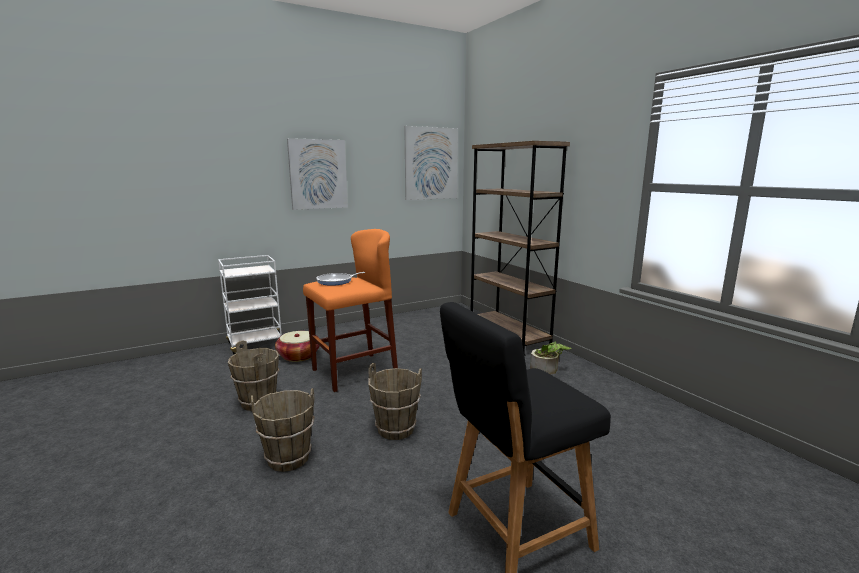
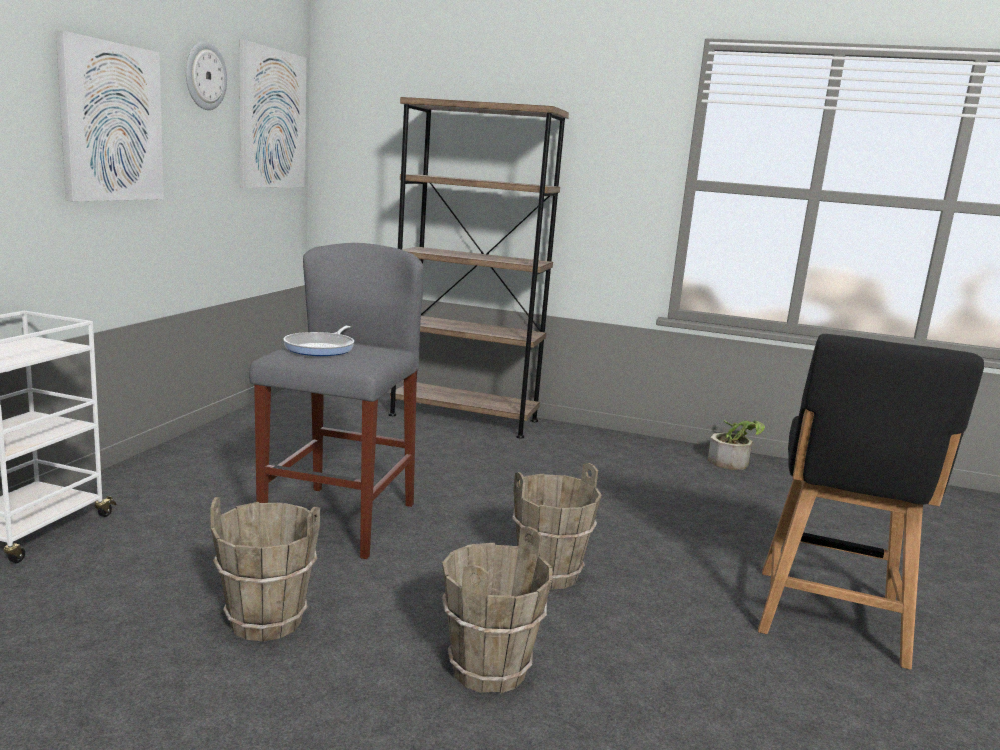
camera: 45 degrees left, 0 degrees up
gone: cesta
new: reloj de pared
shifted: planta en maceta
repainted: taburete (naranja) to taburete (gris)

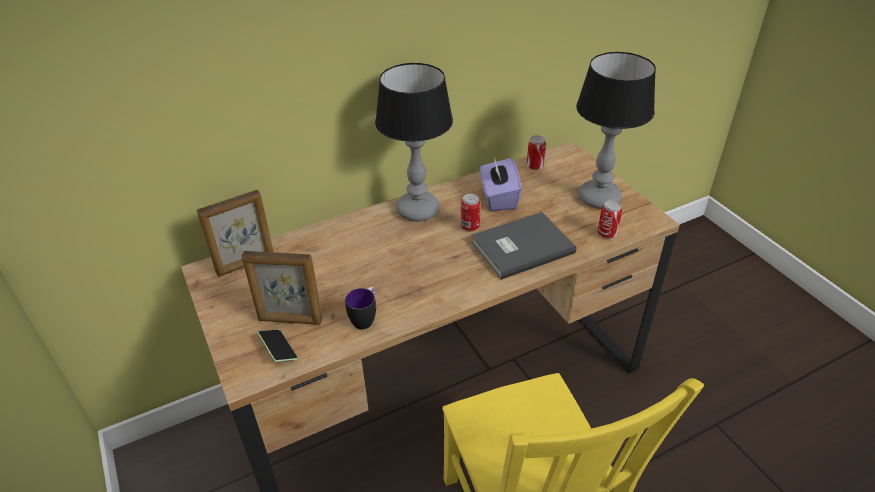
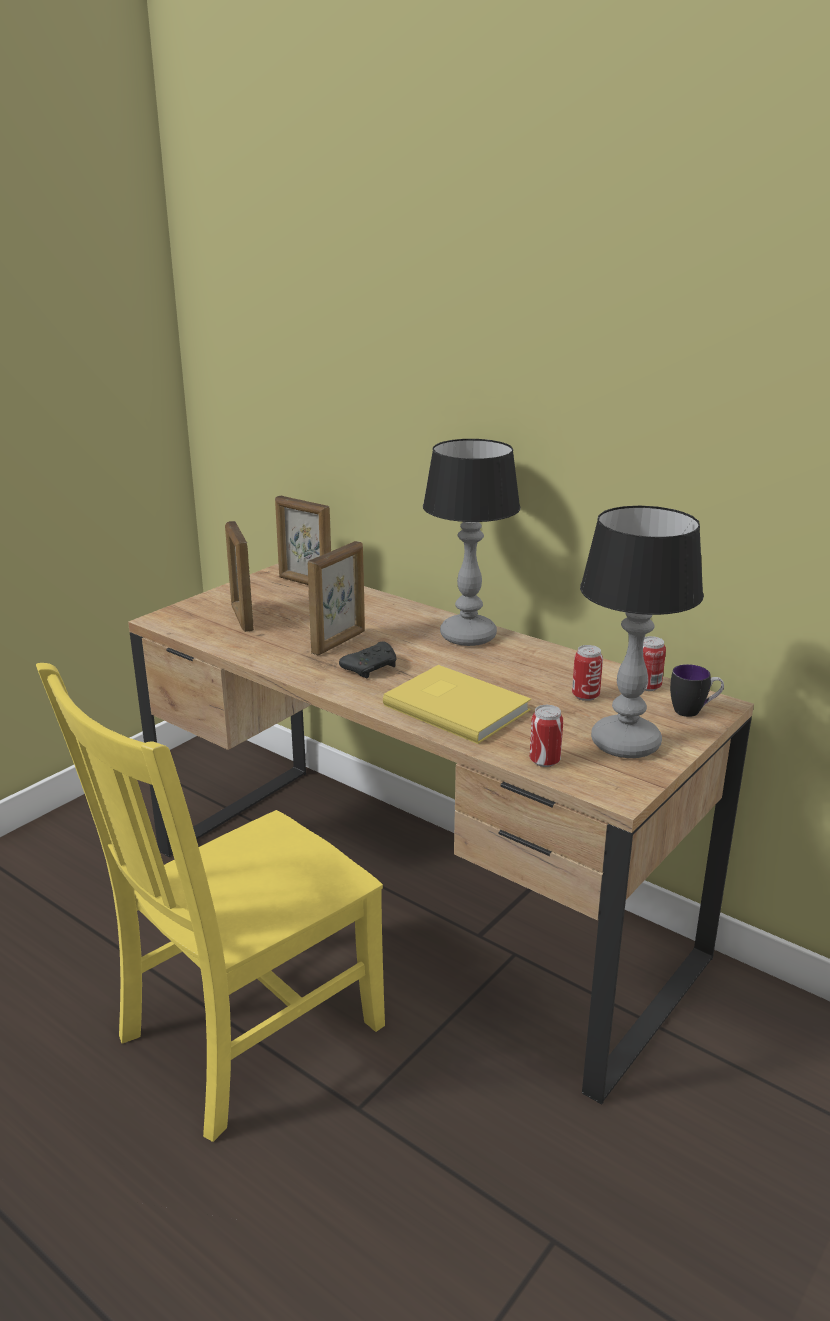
camera: 65 degrees right, 15 degrees down
gone: caja de pañuelos (morado); móvil
new: portarretratos (no. 3 from left); mando de consola (negro)
shifted: lata (no. 1 from left in the first image) to lata (no. 2 from left); taza grande
repainted: libro (gris) to libro (amarillo)

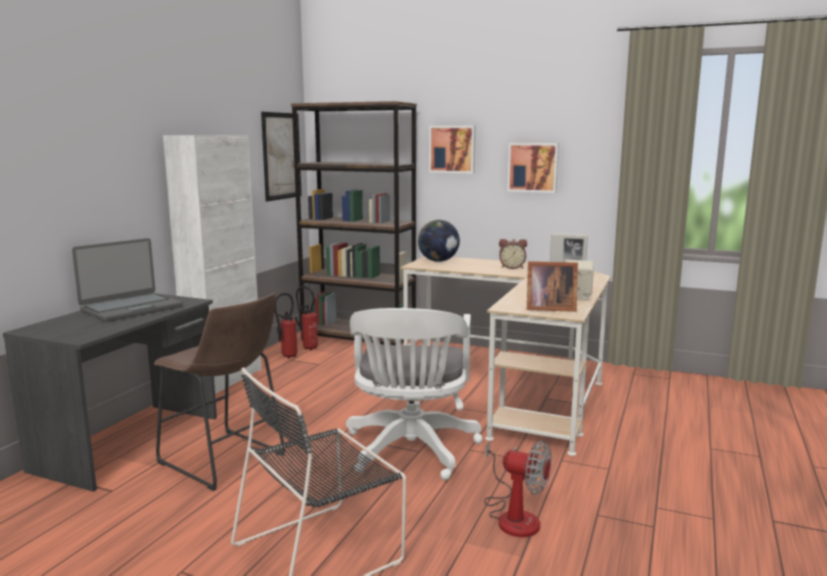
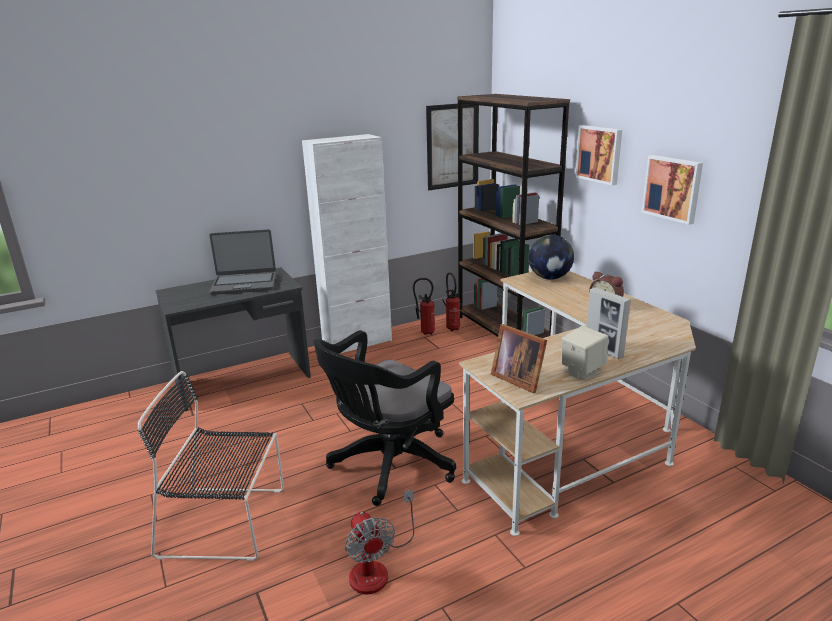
camera: 40 degrees right, 10 degrees up
gone: taburete (marrón)
repainted: silla de oficina (blanco) to silla de oficina (negro)

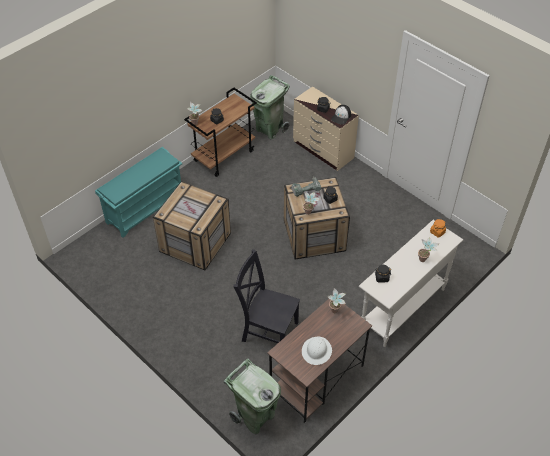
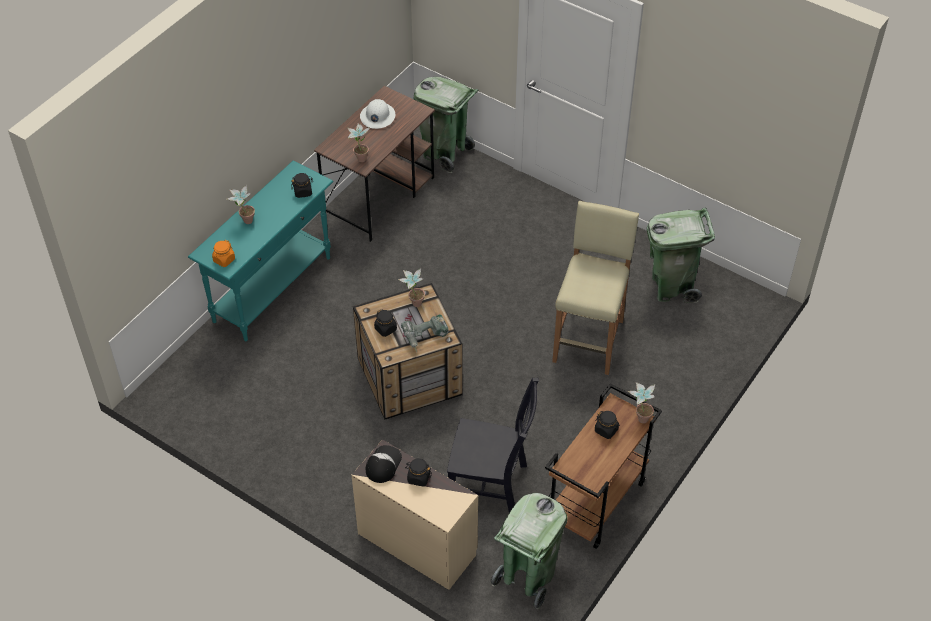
camera: 170 degrees right, 0 degrees up
gone: zapatero (turquesa)
new: papelera (verde) (no. 3 from left)
shifted: silla (negro)
swapped: caja de embalaje (no. 1 from left) to taburete (beis)
repainted: mesa consola (blanco) to mesa consola (turquesa)

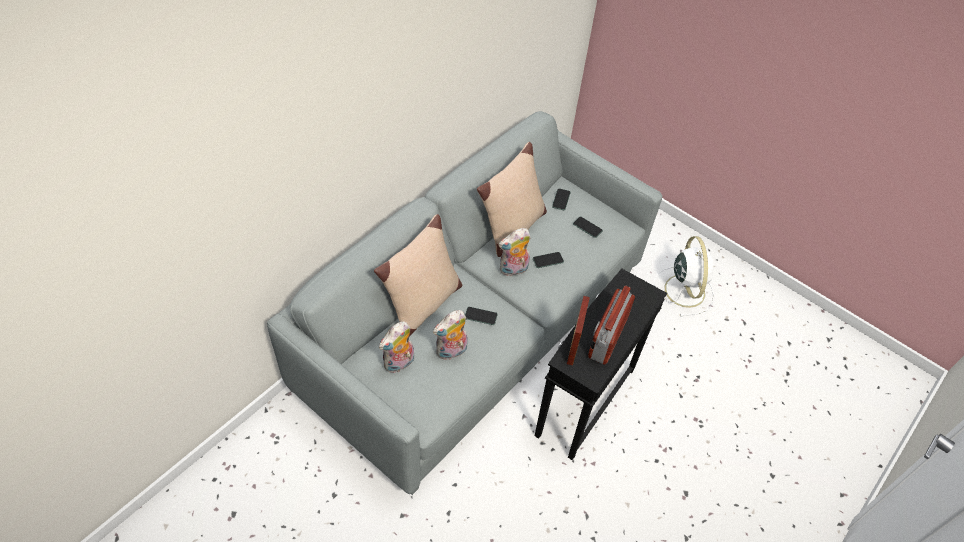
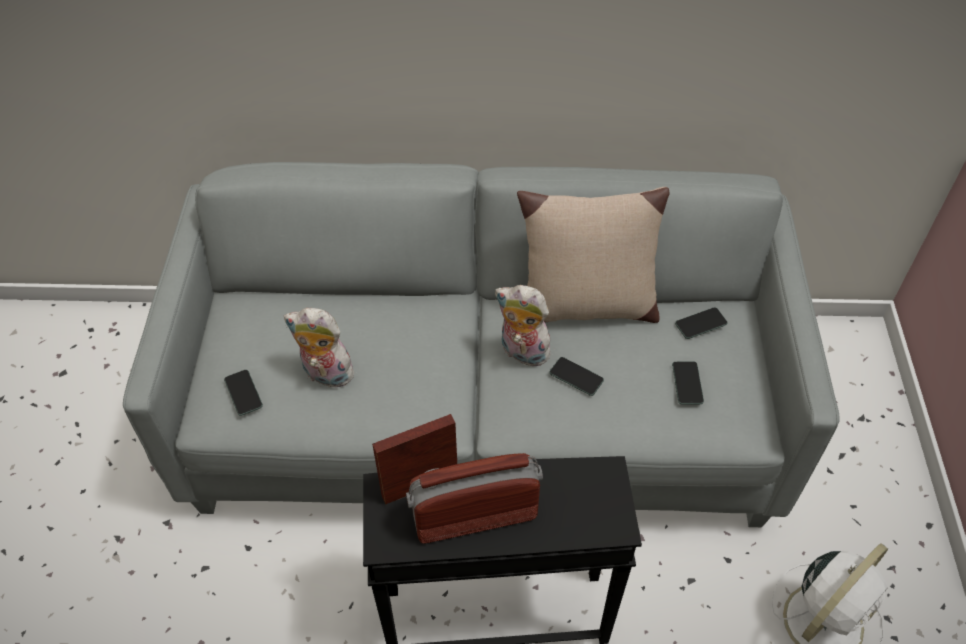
camera: 55 degrees right, 0 degrees up
gone: cojín (beis) (no. 1 from left); peluche (no. 1 from left)
shifted: móvil (no. 1 from left)

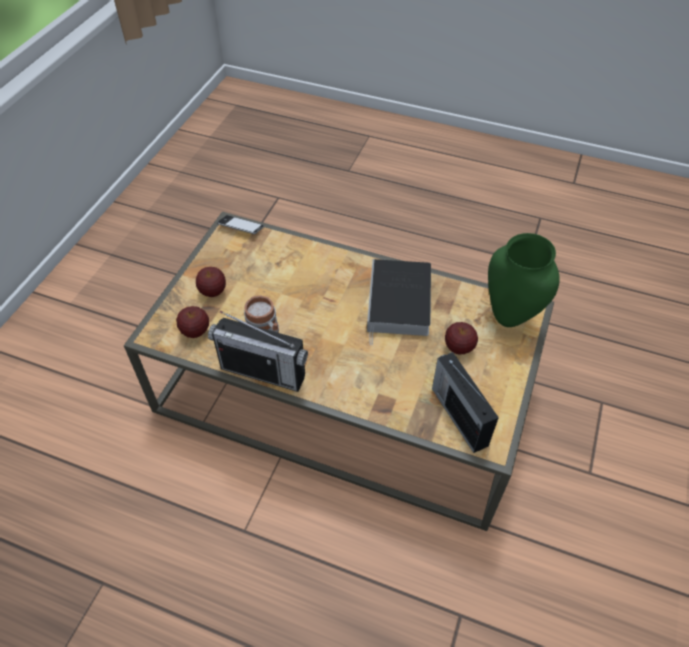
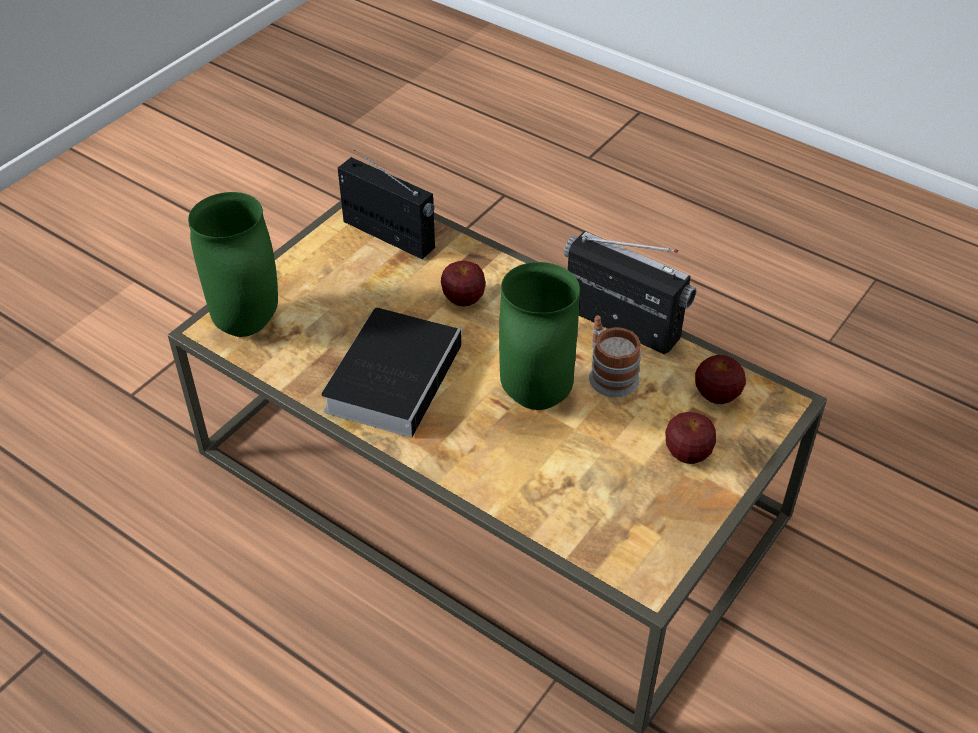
camera: 165 degrees left, 5 degrees down
gone: móvil
new: florero (verde) (no. 2 from left)
shifted: manzana (no. 3 from left in the first image) to manzana (no. 1 from left)
rotated: radio (no. 2 from left in the first image) 45 degrees counterclockwise

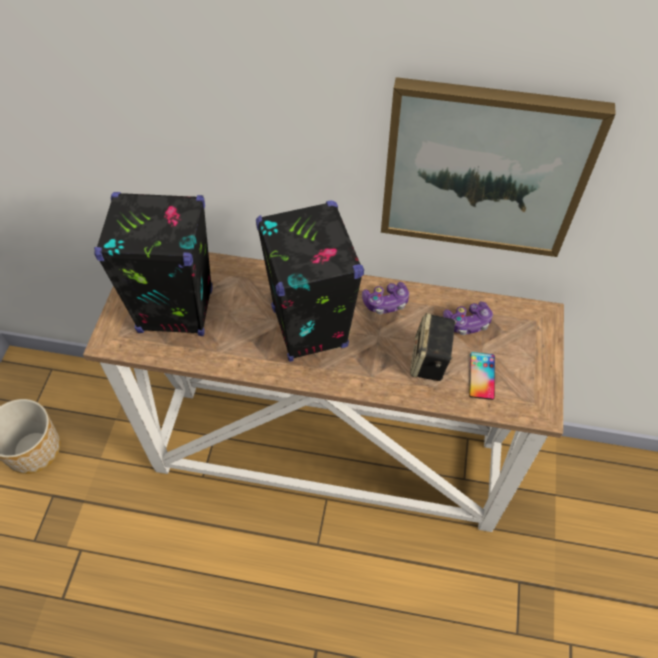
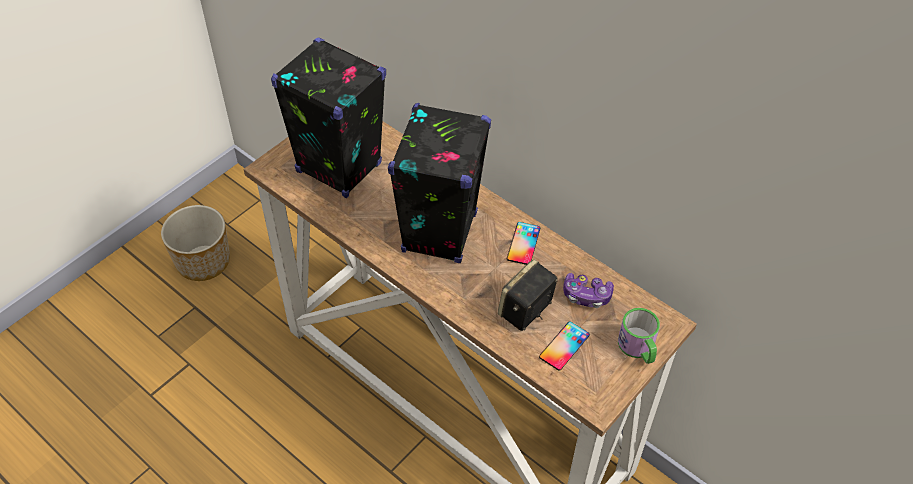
camera: 30 degrees right, 5 degrees down
gone: cuadro
new: taza grande
swapped: mando de consola (no. 1 from left) to móvil (no. 1 from left)

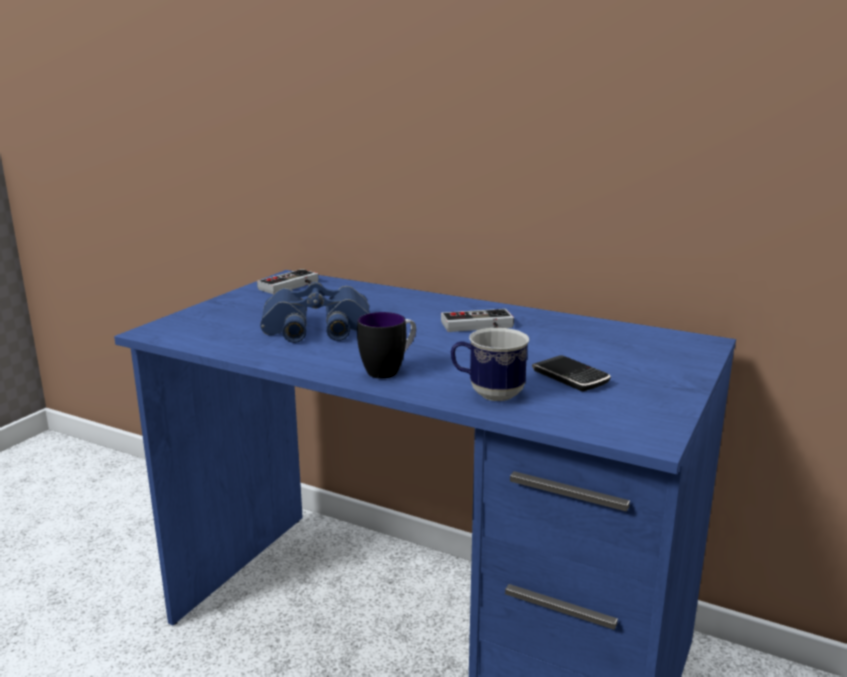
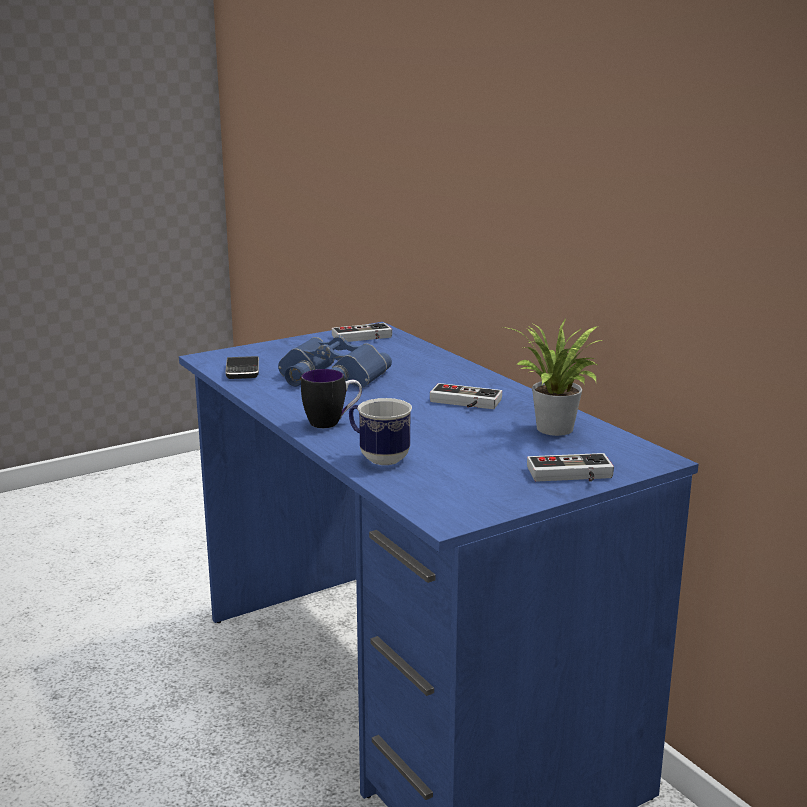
camera: 30 degrees right, 0 degrees up
new: planta en maceta; mando de consola (no. 3 from left)
shifted: móvil

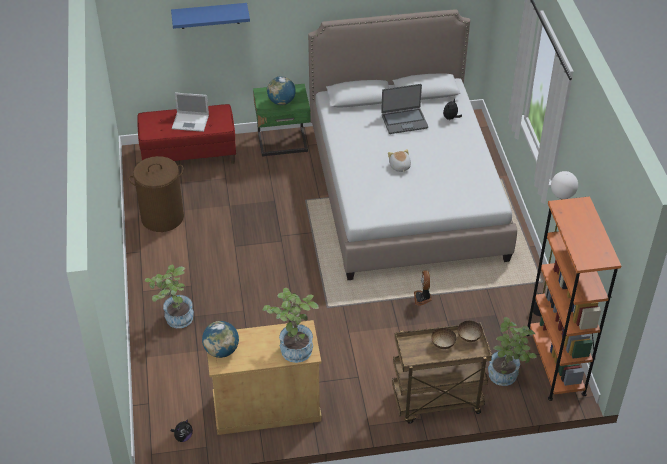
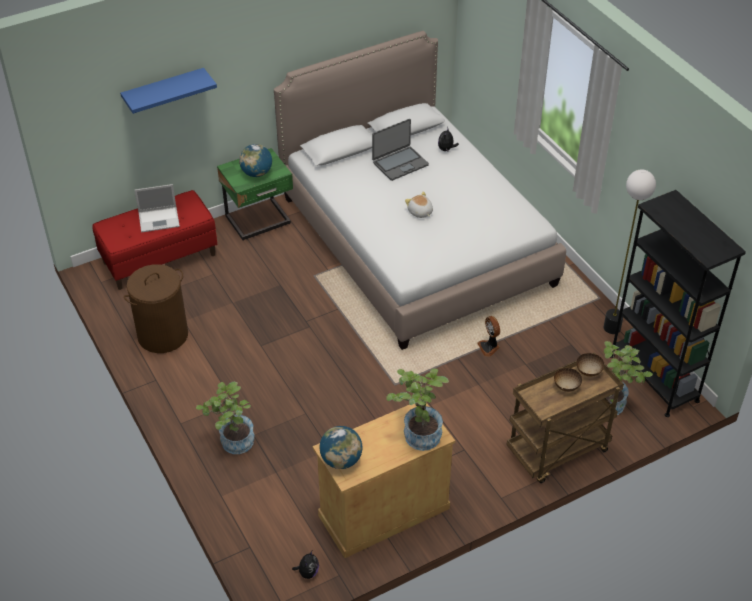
camera: 20 degrees left, 0 degrees up
repainted: estantería (naranja) to estantería (negro)

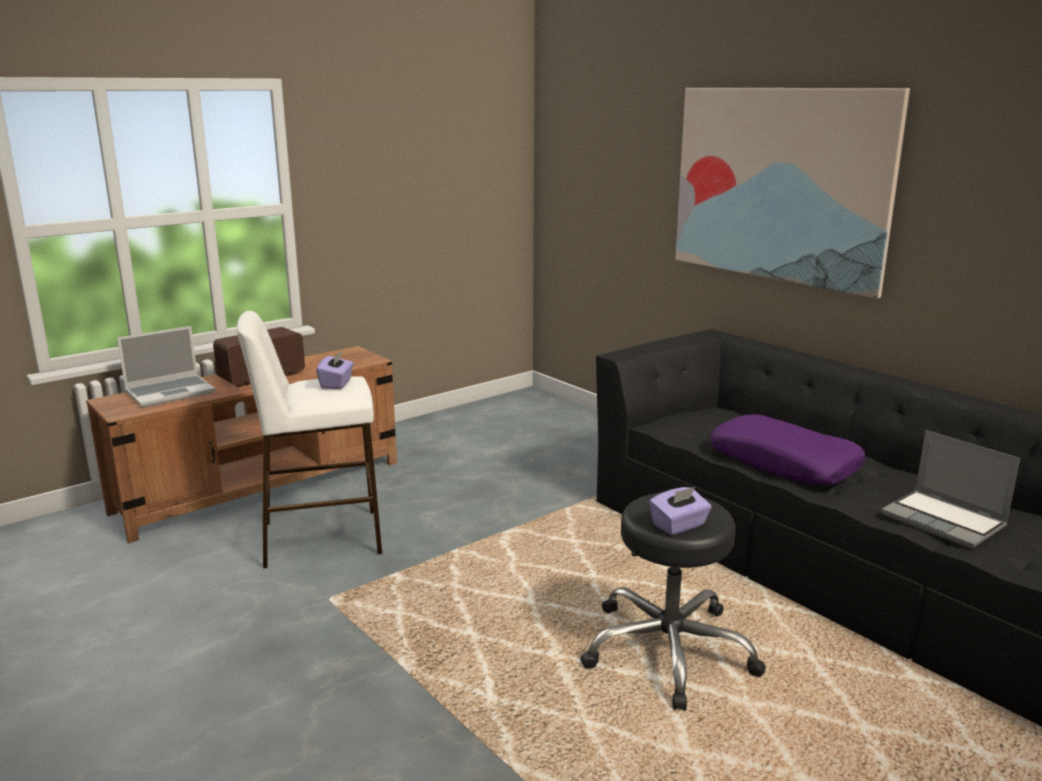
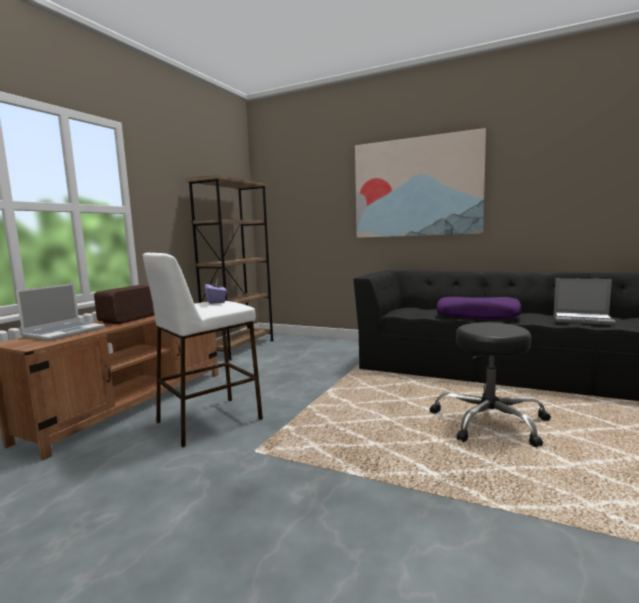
camera: 25 degrees left, 10 degrees down
gone: caja de pañuelos (morado) (no. 2 from left)
new: estantería (marrón)

